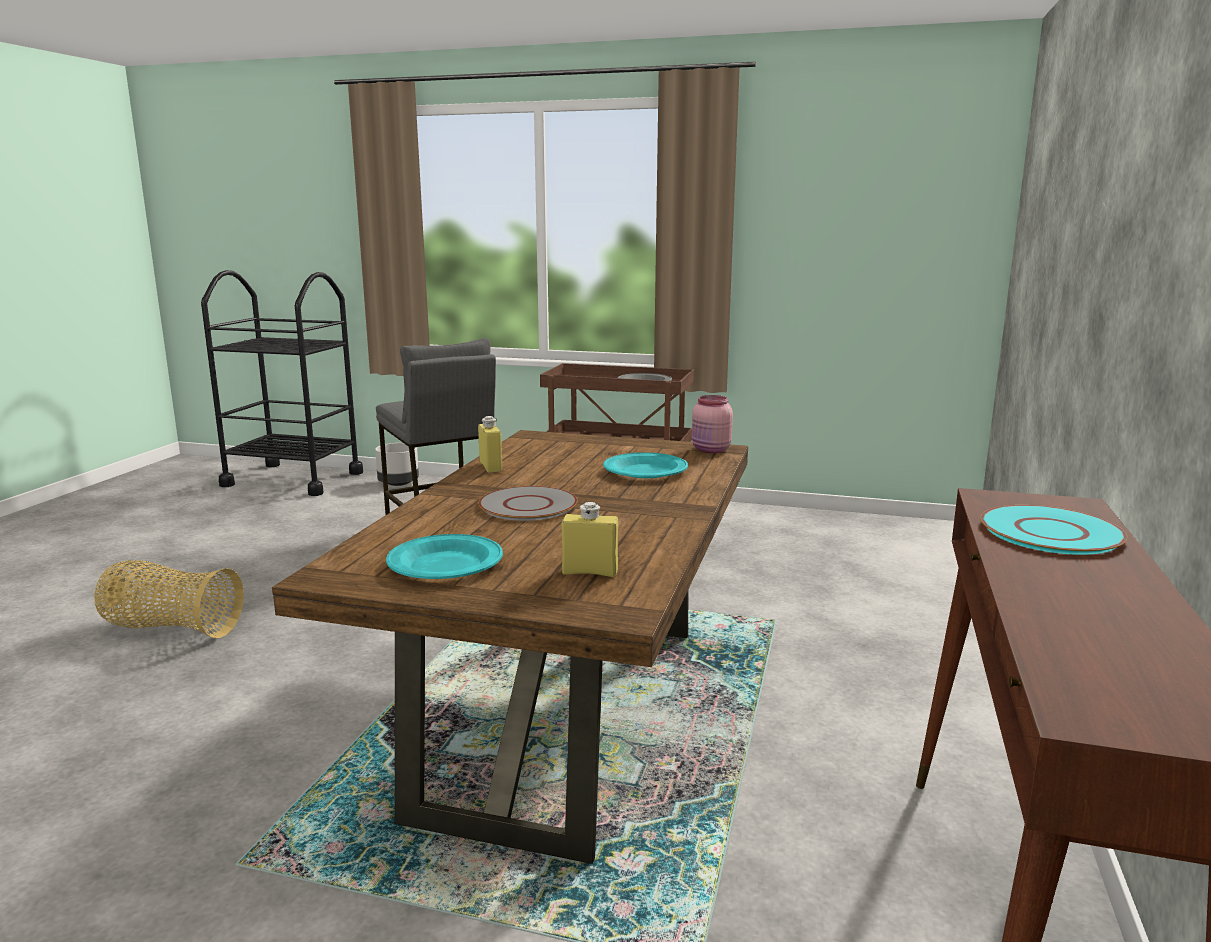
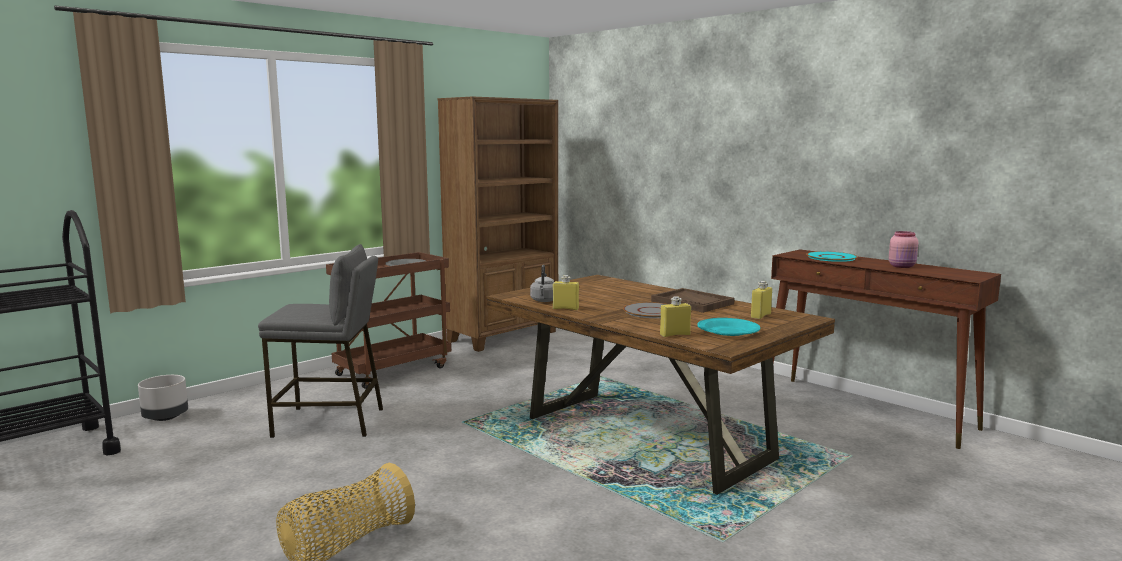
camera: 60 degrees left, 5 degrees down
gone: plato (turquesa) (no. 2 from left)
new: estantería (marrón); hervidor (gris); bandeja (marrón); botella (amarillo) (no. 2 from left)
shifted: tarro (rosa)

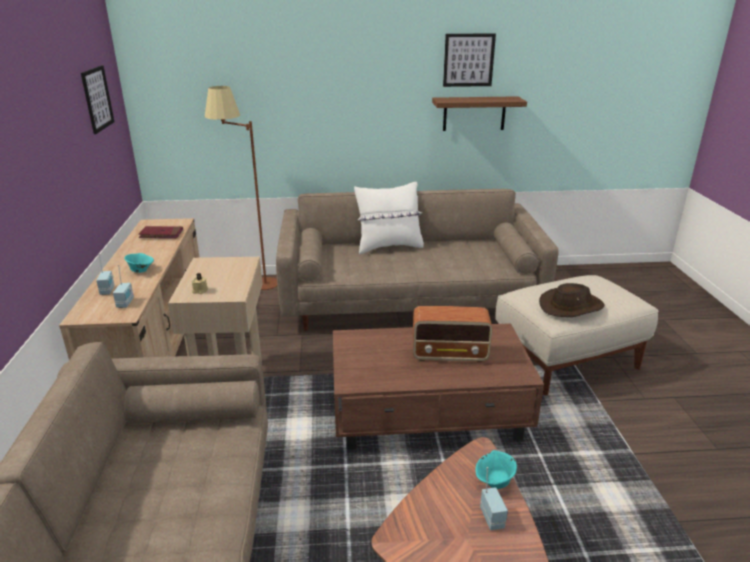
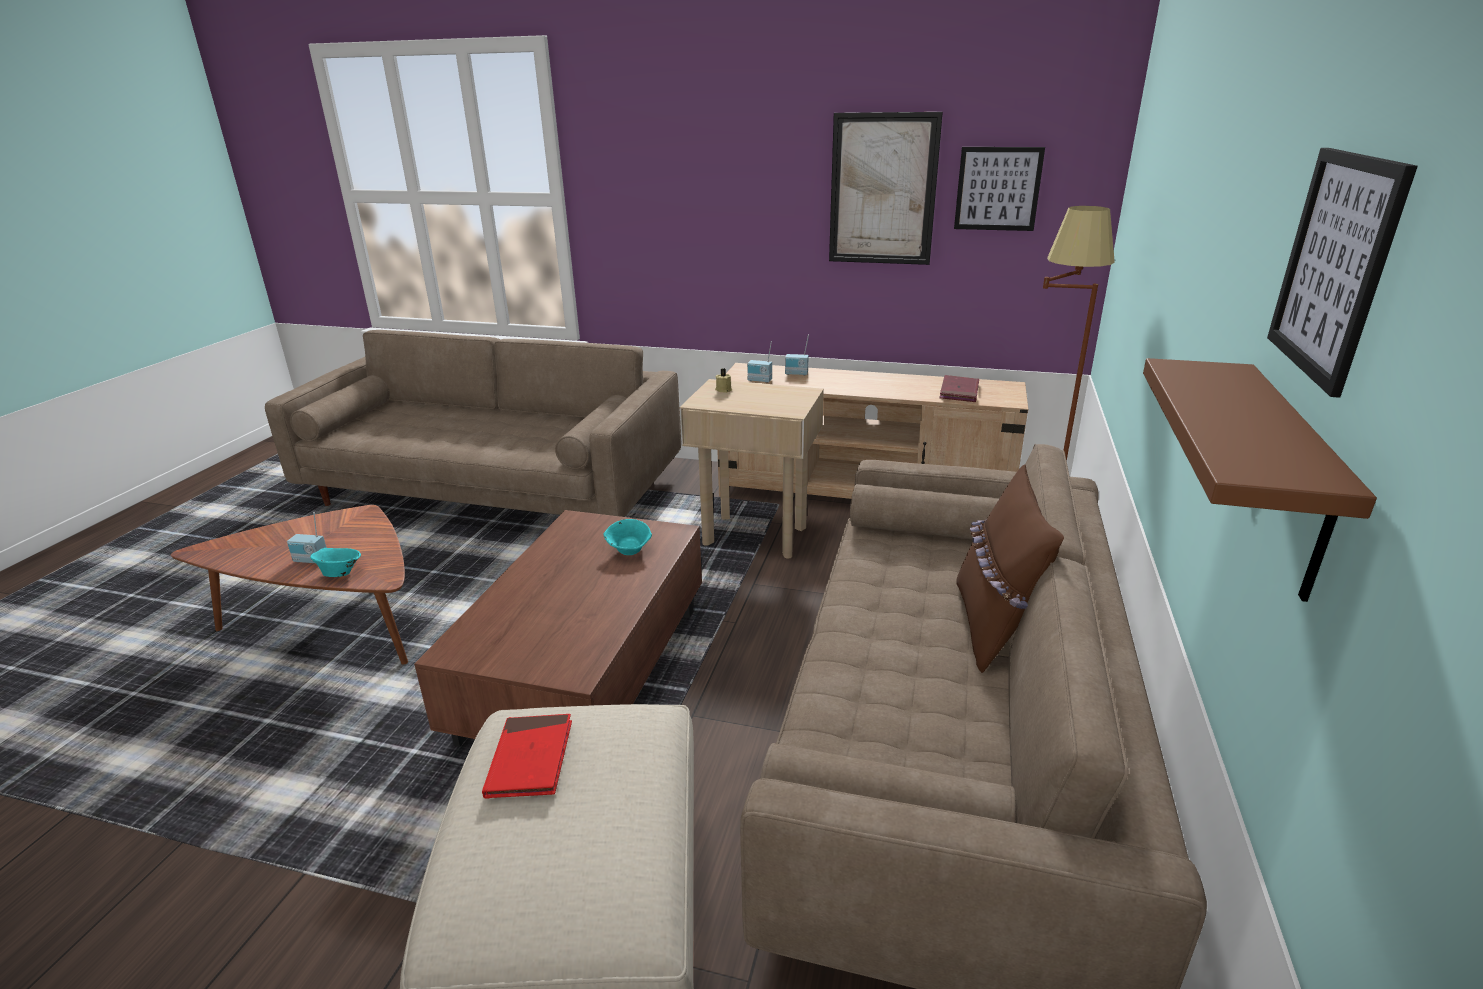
camera: 110 degrees right, 0 degrees up
gone: radio (no. 3 from left)
new: cuadro (no. 1 from left)
shifted: cuenco (turquesa) (no. 1 from left in the first image) to cuenco (turquesa) (no. 2 from left)
swapped: sombrero (marrón) to libro (rojo) (no. 1 from left)
repainted: cojín (blanco) to cojín (marrón)

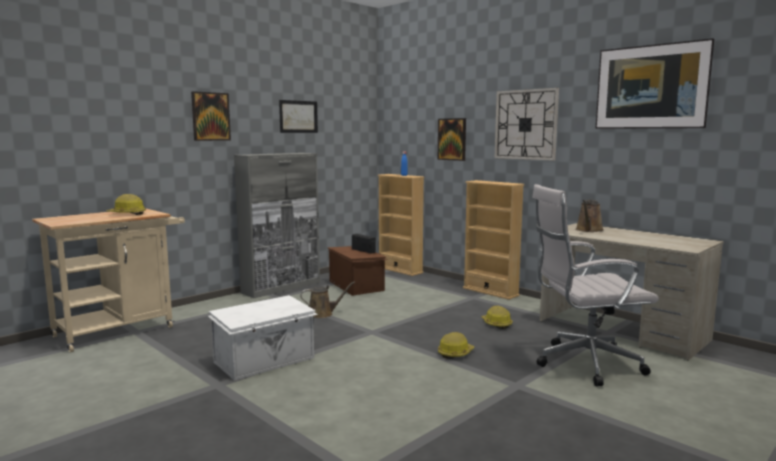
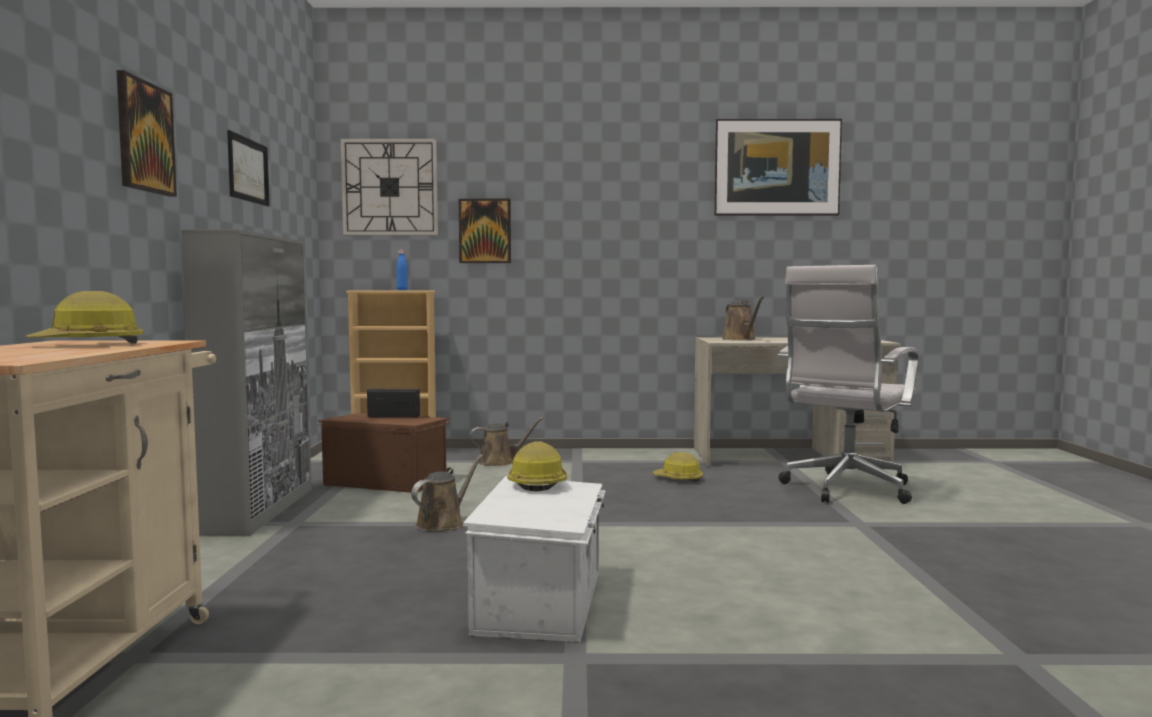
camera: 45 degrees left, 5 degrees down
gone: estantería (beis) (no. 2 from left)
new: regadera (marrón) (no. 2 from left)
shifted: reloj de pared; casco (no. 2 from left)

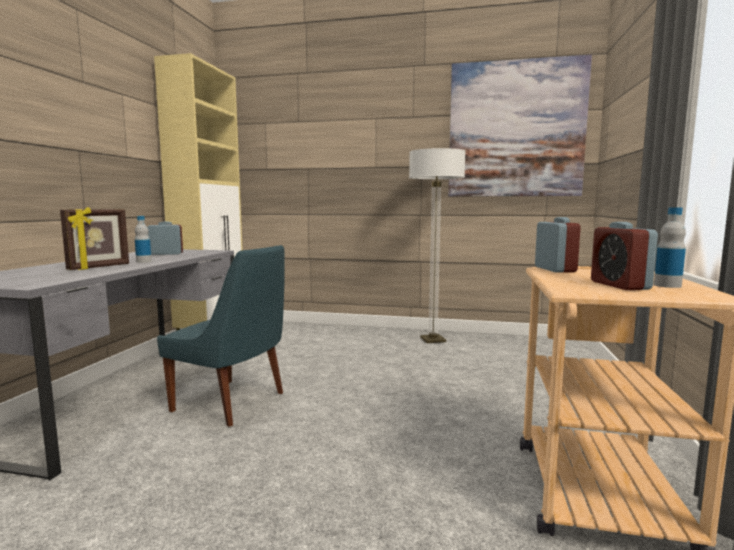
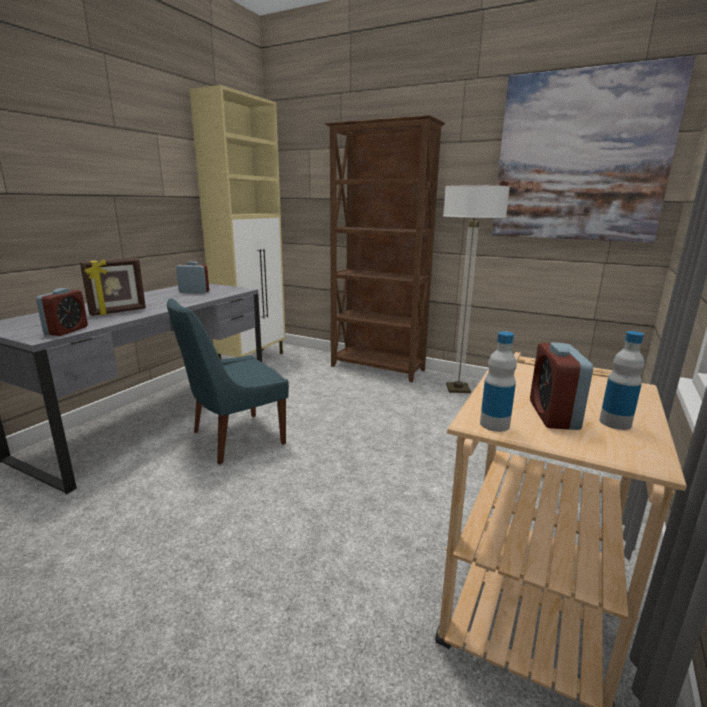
camera: 15 degrees right, 10 degrees up
new: estantería (marrón)
shifted: botella (no. 1 from left); despertador (no. 2 from left in the first image) to despertador (no. 1 from left)
rotated: silla (azul) 105 degrees clockwise

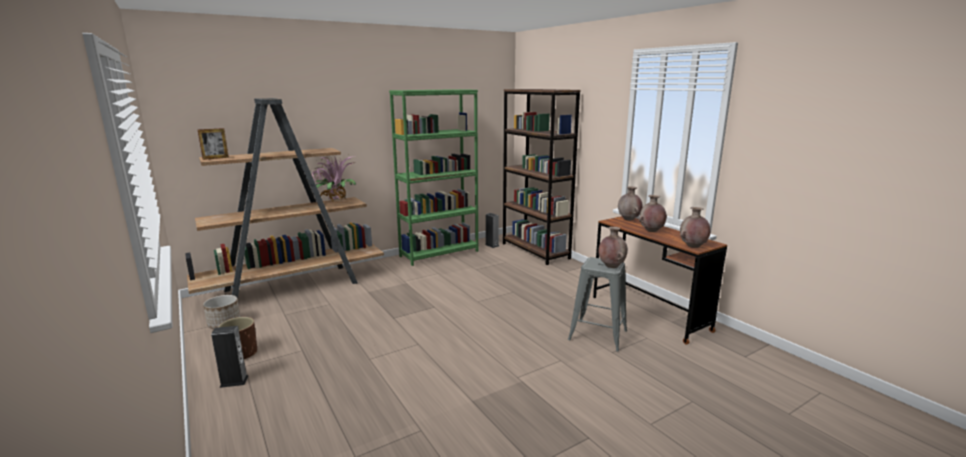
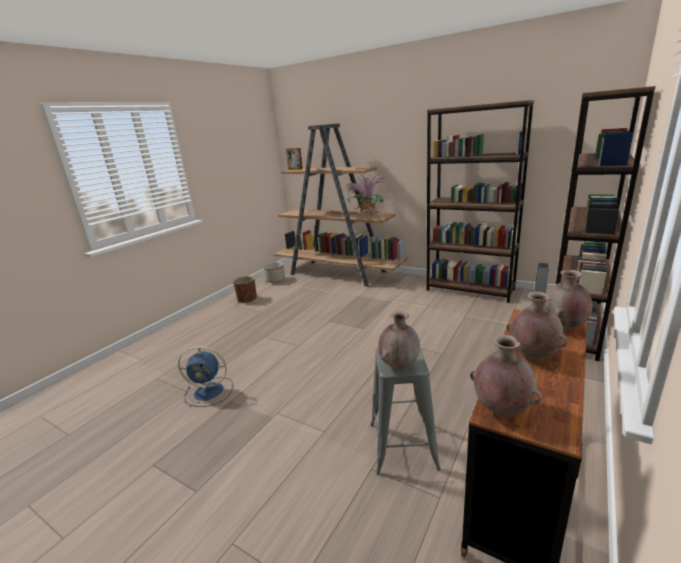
camera: 65 degrees right, 5 degrees up
gone: altavoz (no. 1 from left)
new: ventilador (azul)
repainted: estantería (verde) to estantería (marrón) (no. 2 from left)

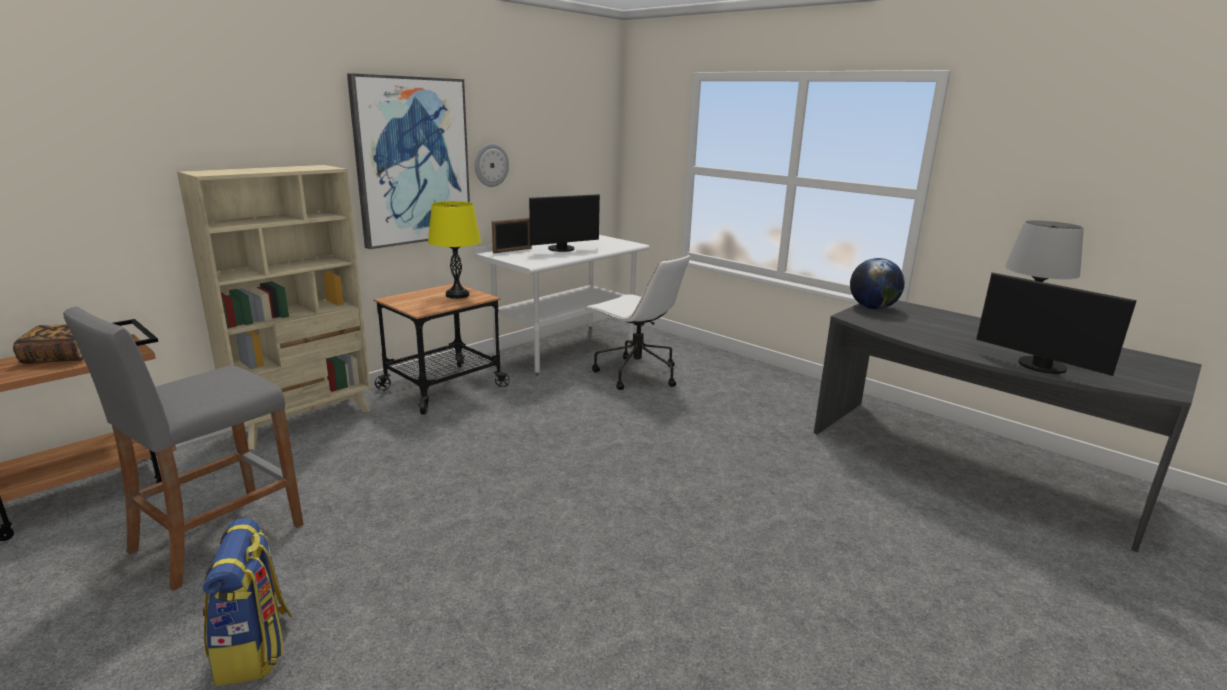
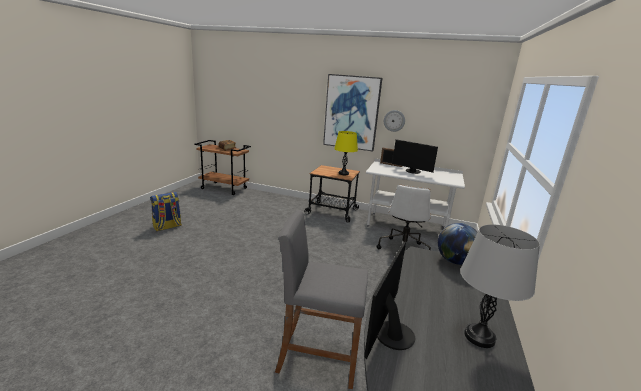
camera: 65 degrees right, 0 degrees up
gone: estantería (beis)
shifted: taburete (gris)

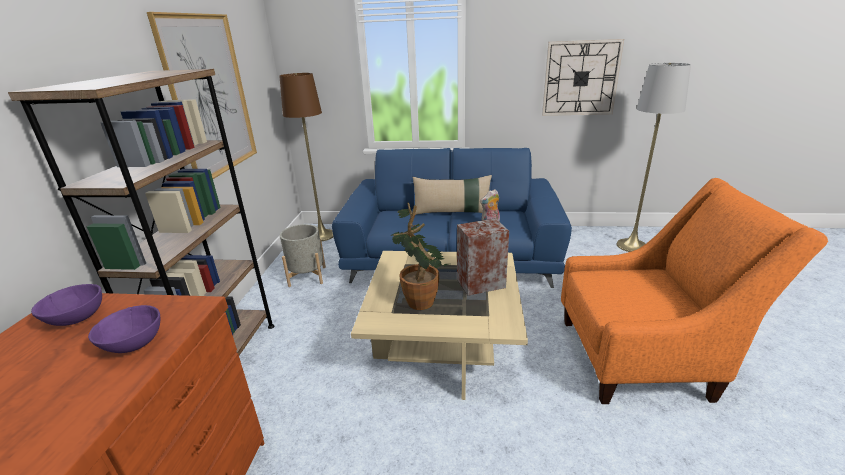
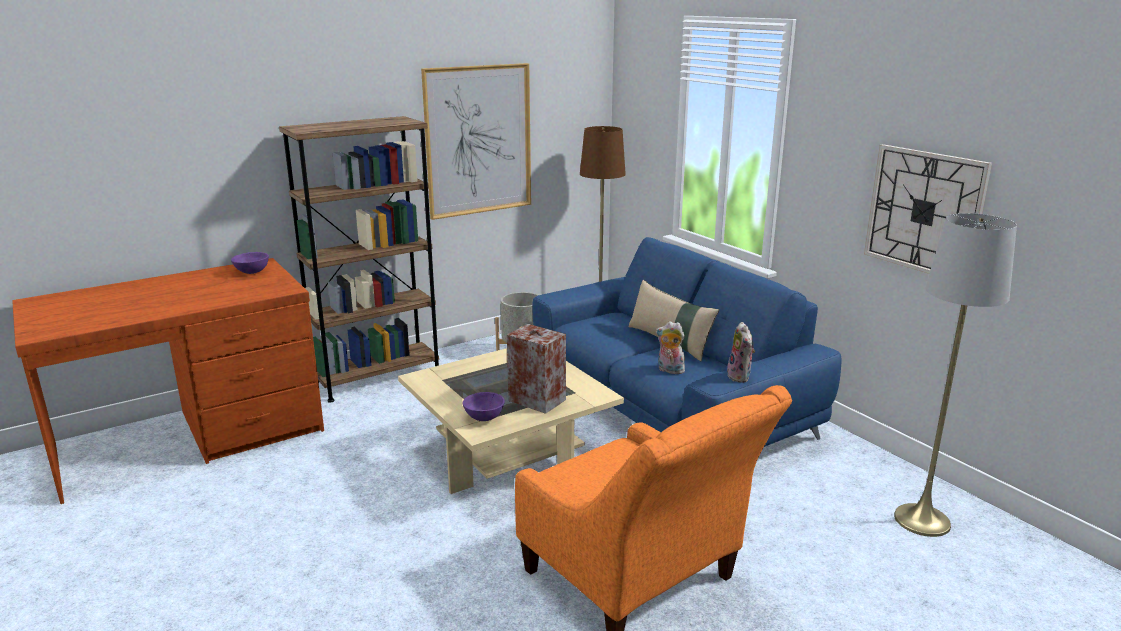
camera: 50 degrees right, 5 degrees down
gone: planta en maceta
new: peluche (no. 2 from left)
shifted: cuenco (morado) (no. 2 from left)

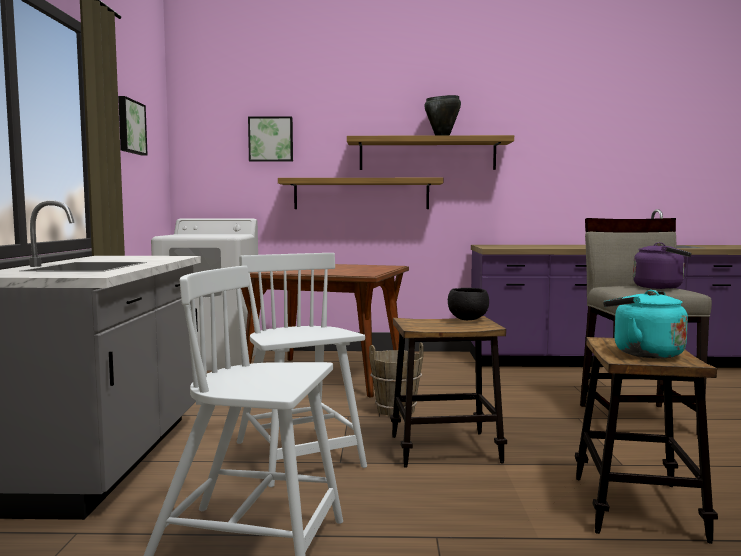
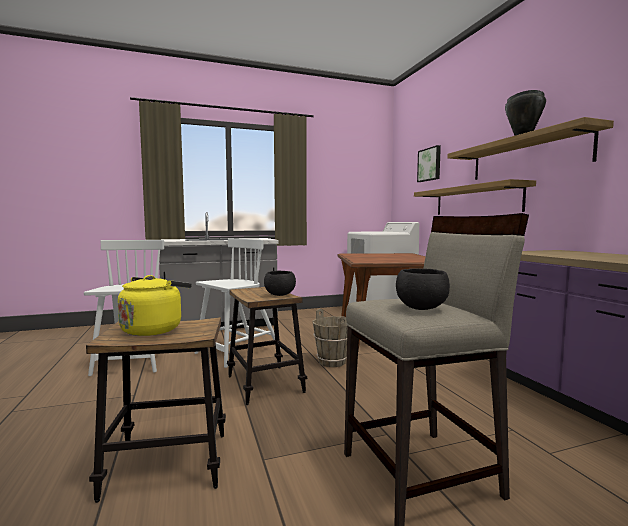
camera: 70 degrees right, 0 degrees up
gone: cuadro (no. 1 from left)
swapped: hervidor (morado) to cuenco (negro) (no. 2 from left)
repainted: hervidor (turquesa) to hervidor (amarillo)

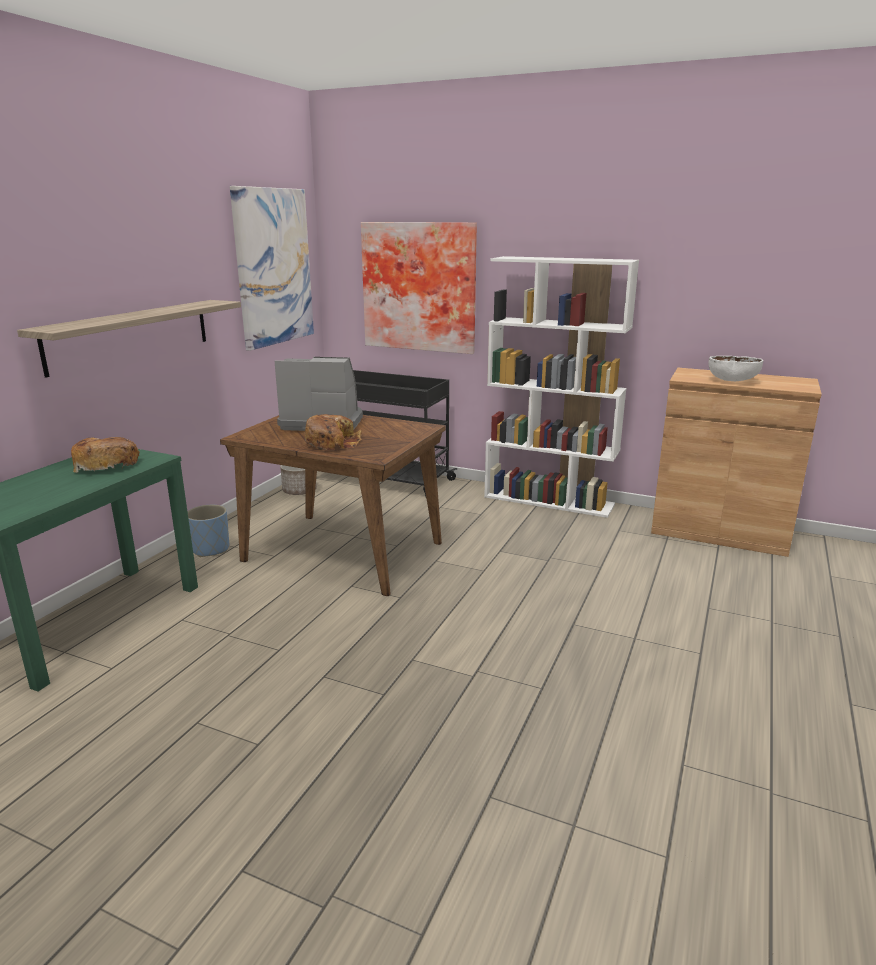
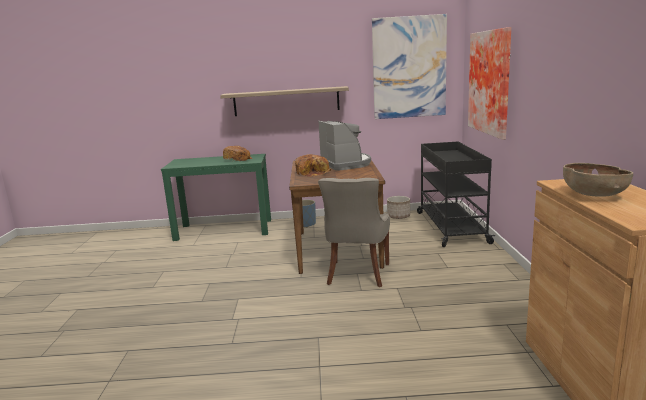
camera: 65 degrees right, 5 degrees down
gone: estantería (blanco)
new: silla (gris)
repainted: cuenco (blanco) to cuenco (marrón)

